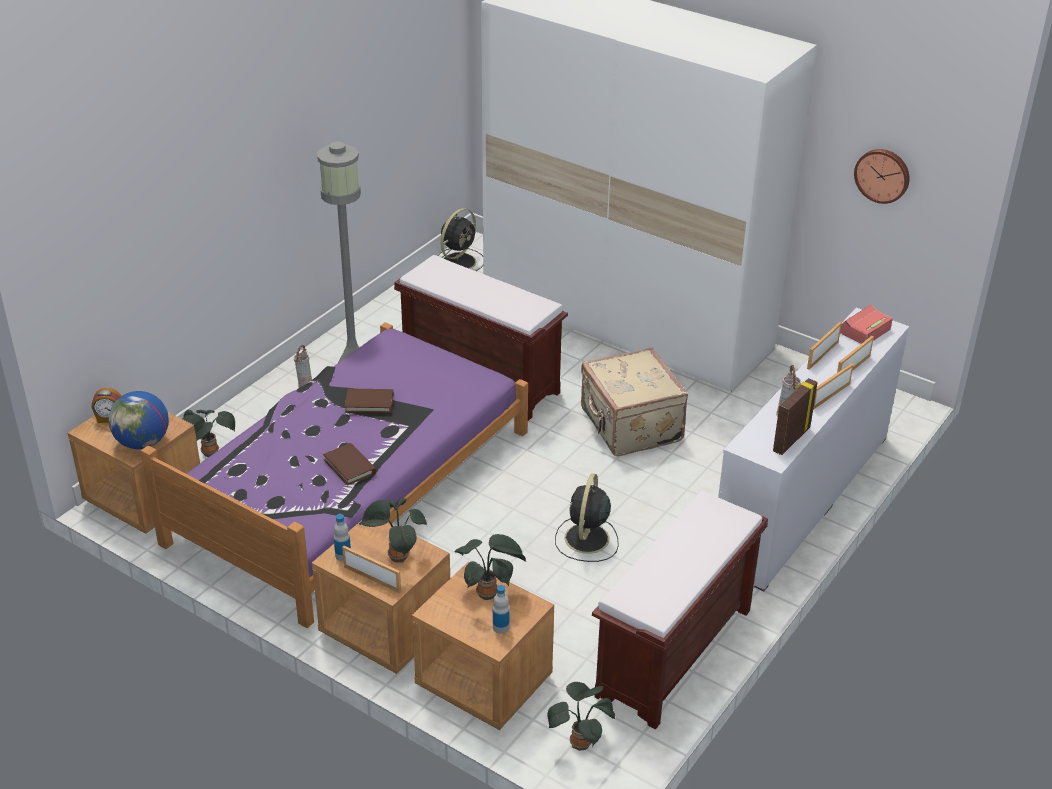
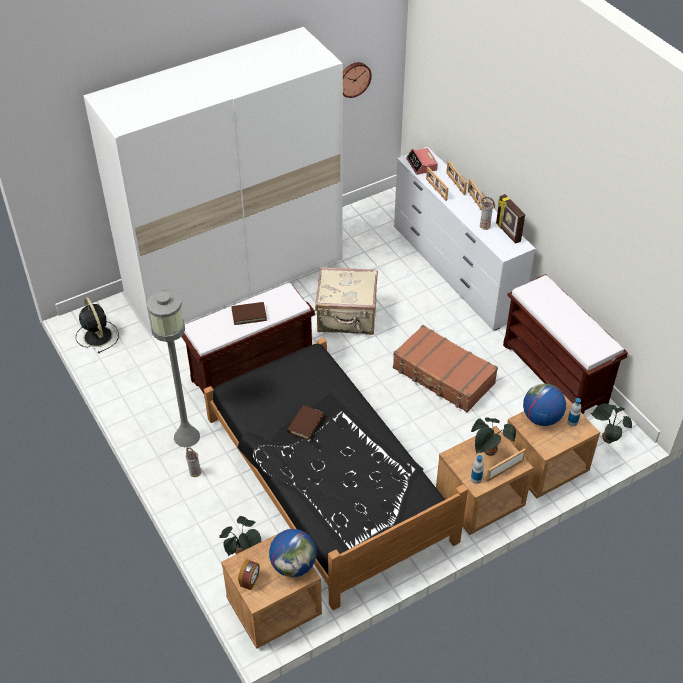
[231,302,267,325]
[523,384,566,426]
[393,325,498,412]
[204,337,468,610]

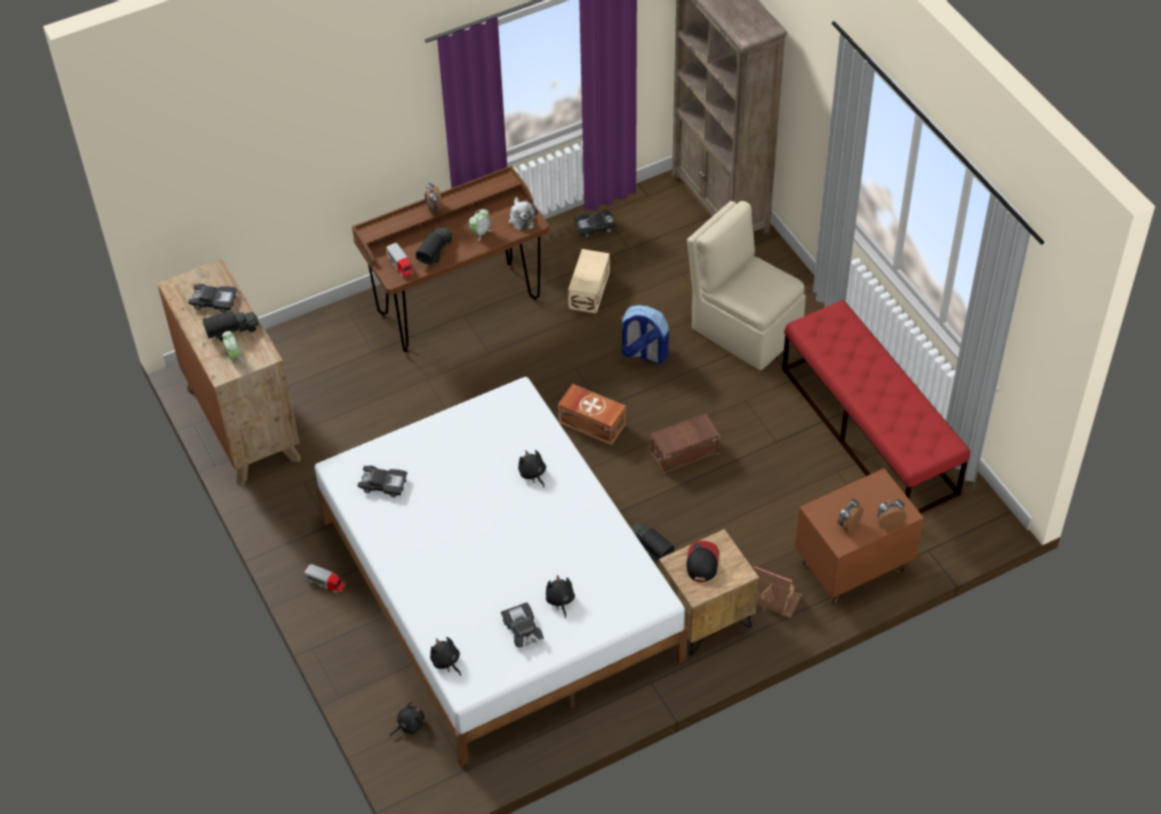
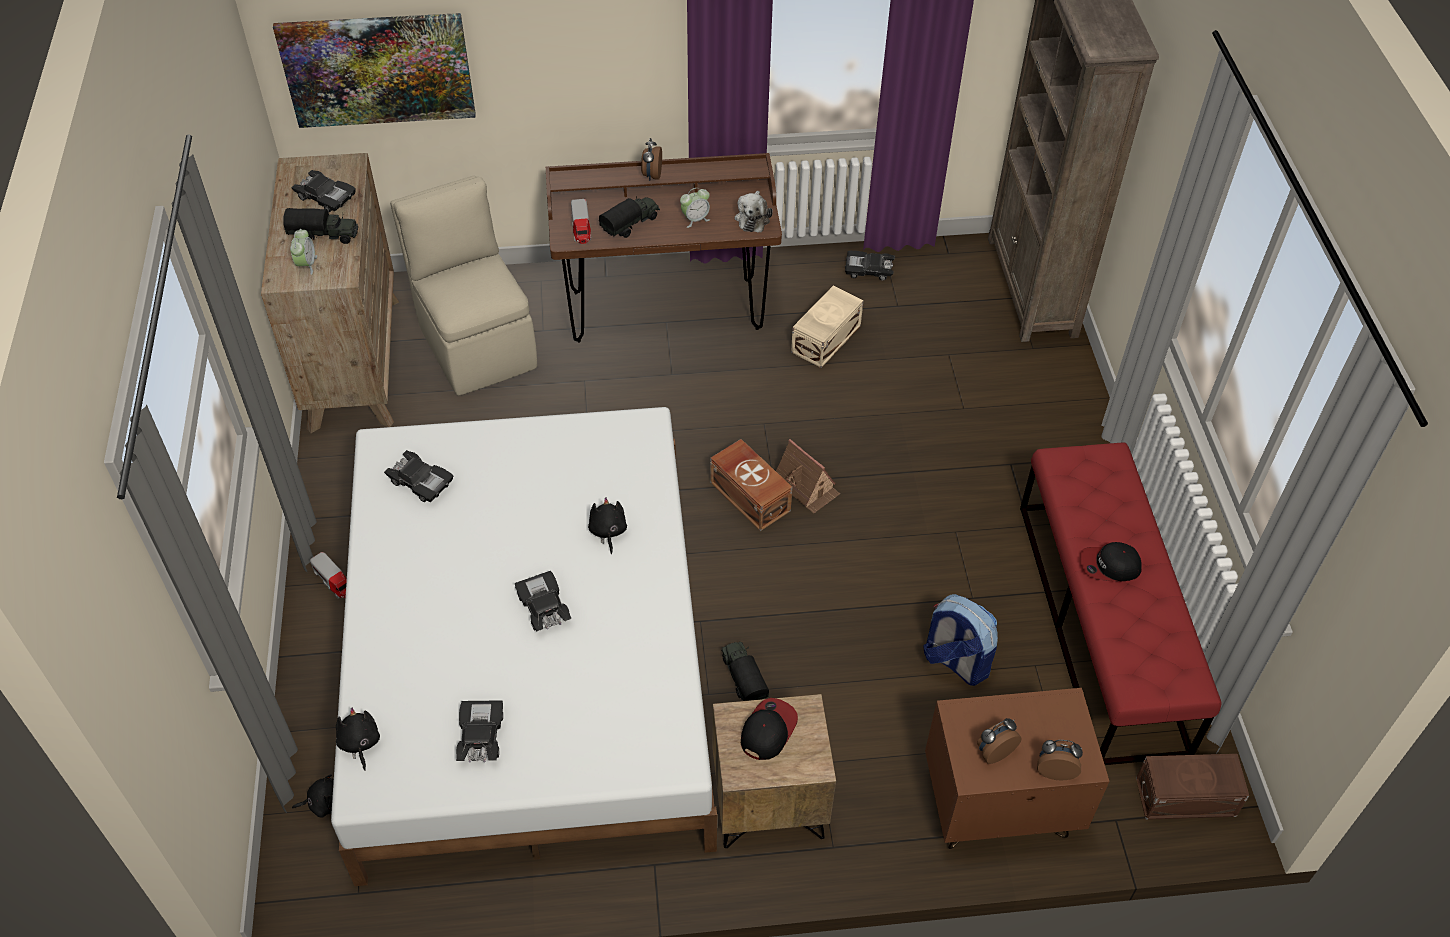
[546,575,575,618] (first image)
[273,13,476,128]
[515,571,571,631]
[1080,542,1142,582]
[923,594,998,686]
[1136,754,1249,820]
[390,175,537,395]
[776,439,840,513]

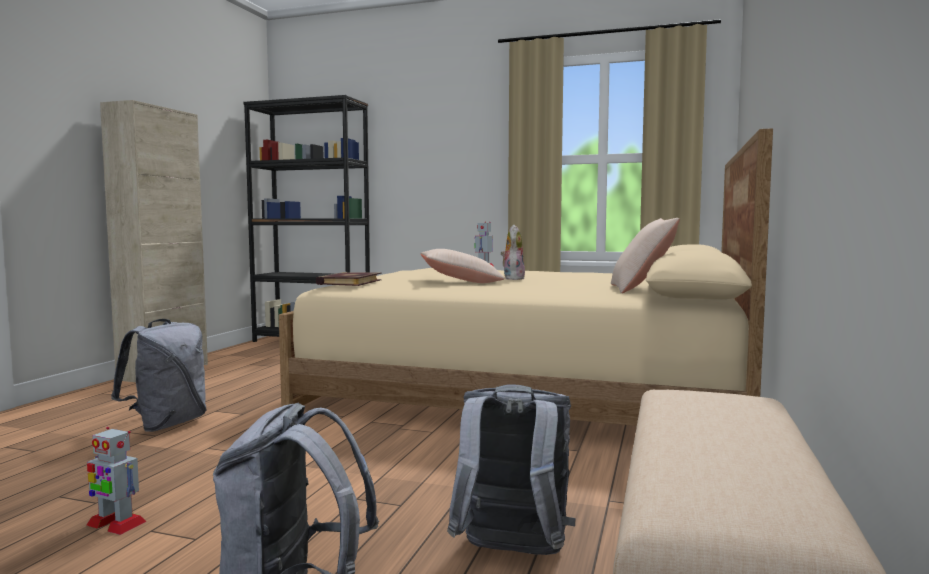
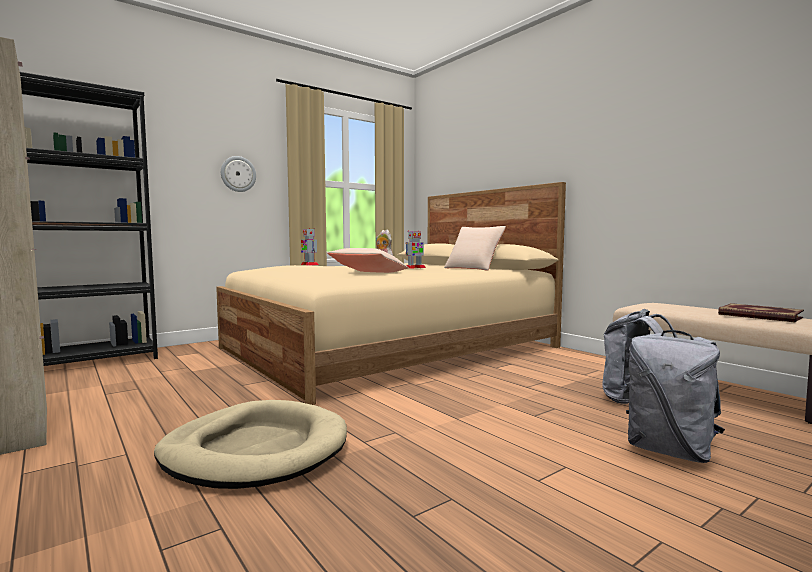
[221,156,256,192]
[405,231,426,269]
[718,303,804,322]
[154,400,347,489]

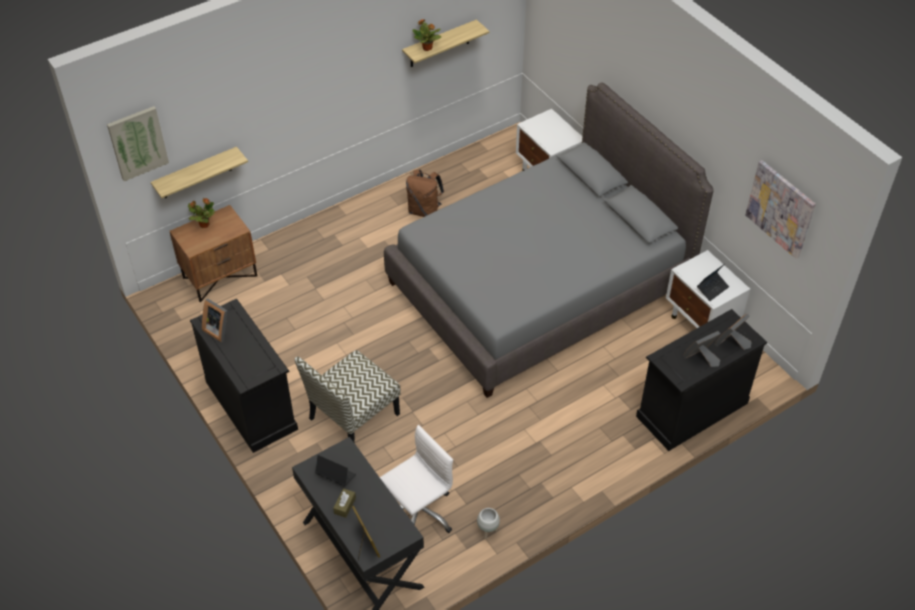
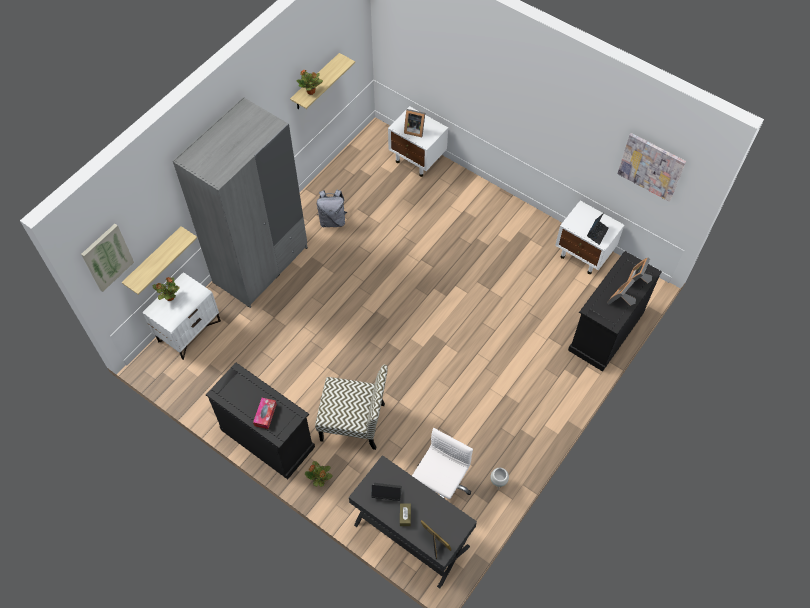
[384,82,714,398] (first image)
[173,97,307,308]
[253,398,277,429]
[305,461,333,487]
[404,109,425,137]
[142,272,221,360]
[317,190,347,227]
[315,365,388,450]

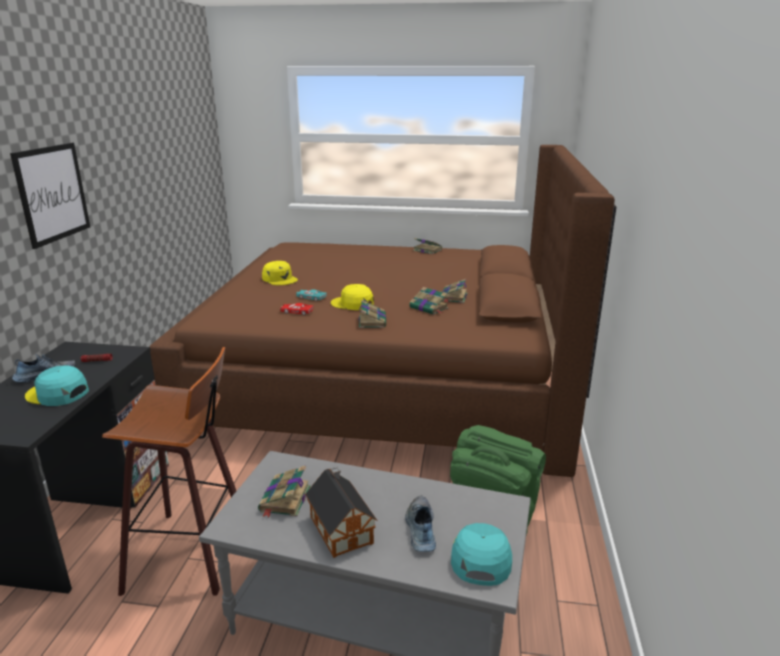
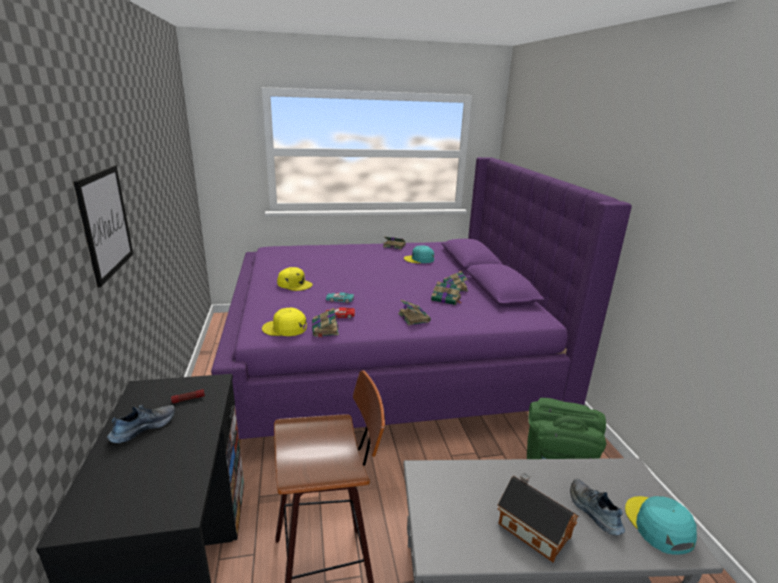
[404,245,434,263]
[312,308,339,338]
[262,308,307,336]
[211,157,632,443]

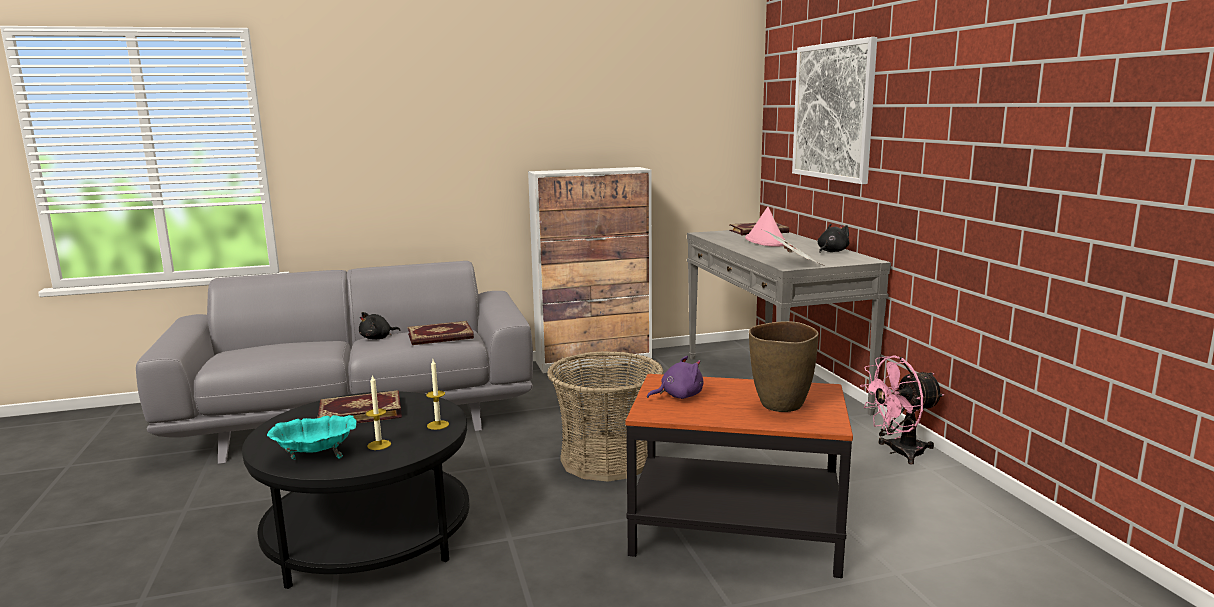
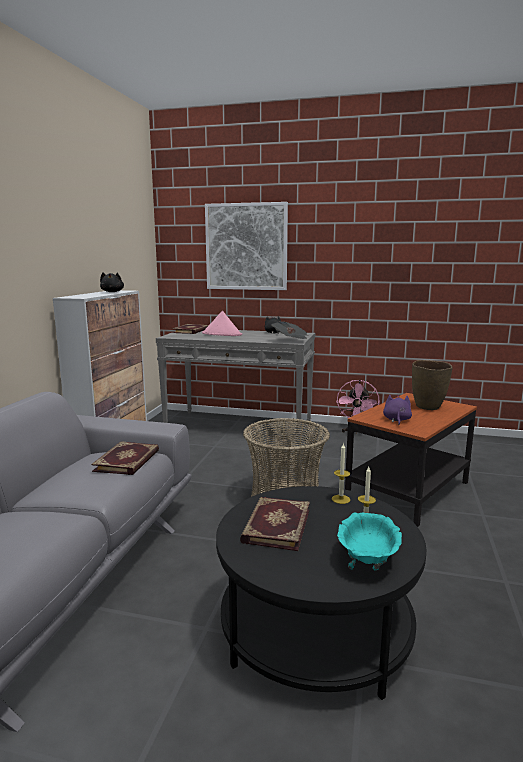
[100,272,124,292]

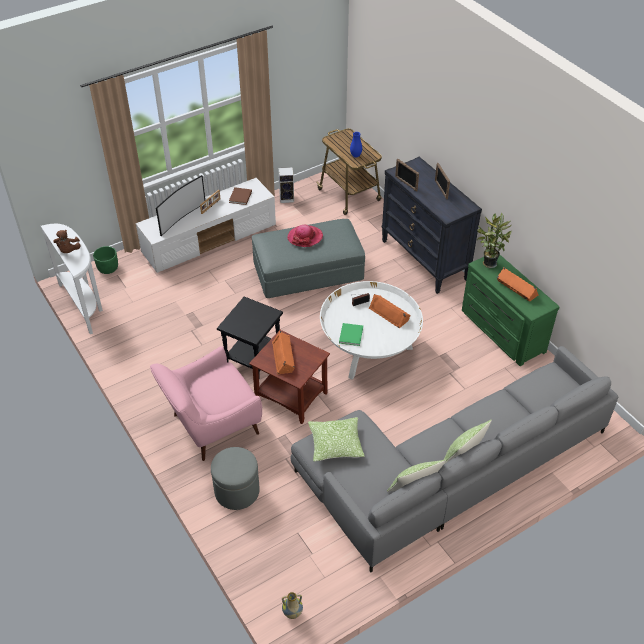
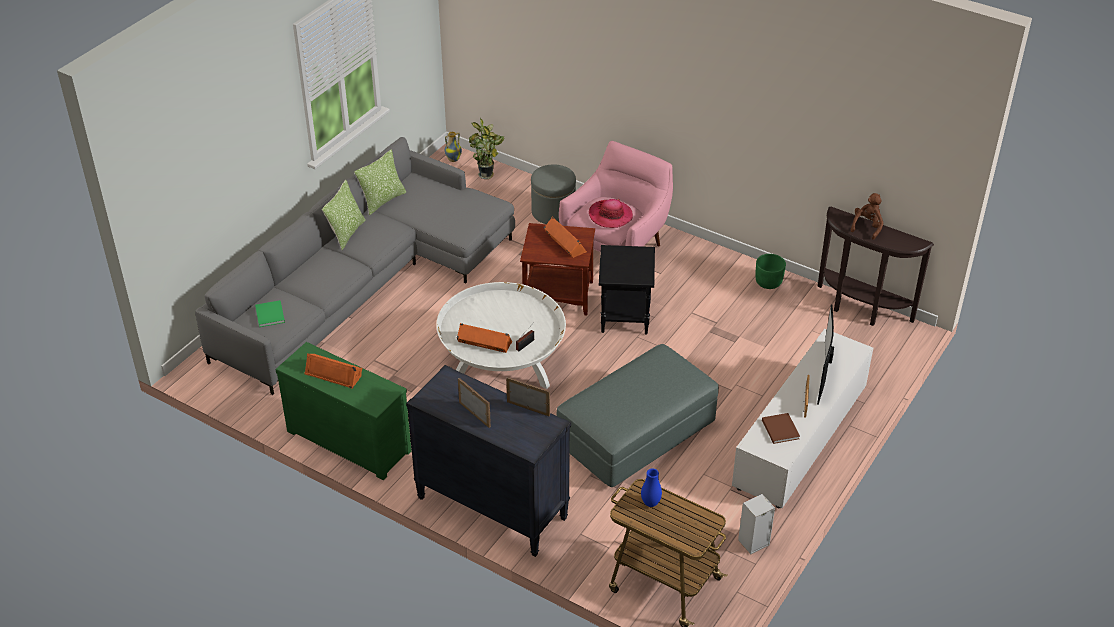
[308,417,365,462] (first image)
[755,254,786,289]
[589,199,633,228]
[255,300,285,327]
[469,118,504,179]
[817,206,934,326]
[851,193,883,240]

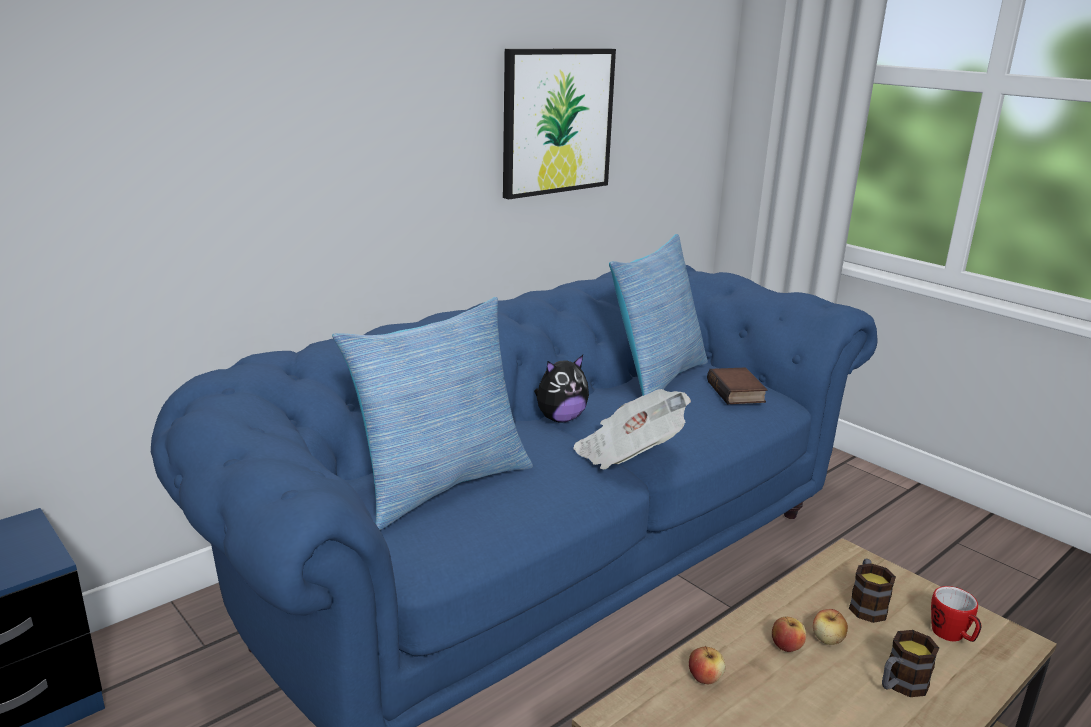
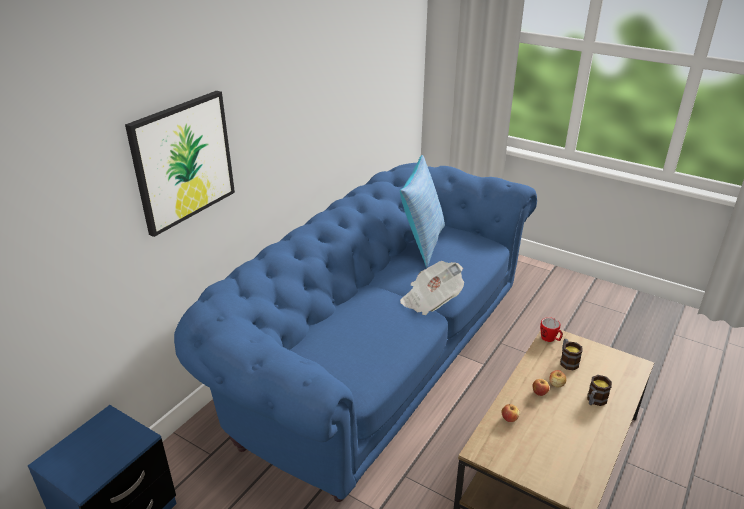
[332,297,533,530] (first image)
[534,355,589,423] (first image)
[707,367,768,404] (first image)
[125,91,235,237]
[540,317,563,342]

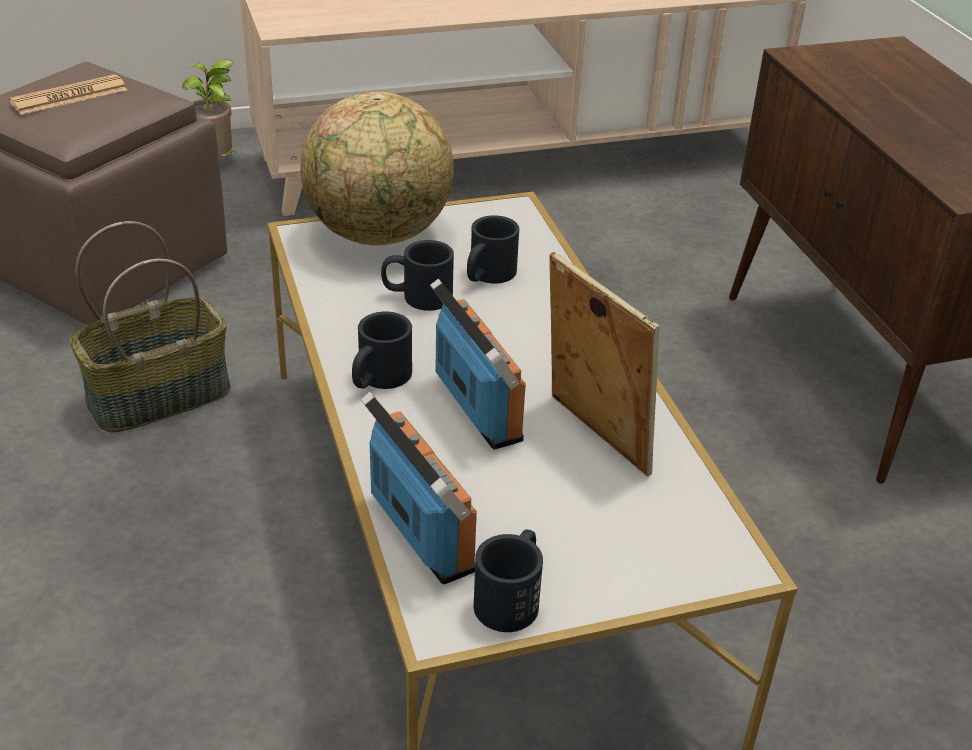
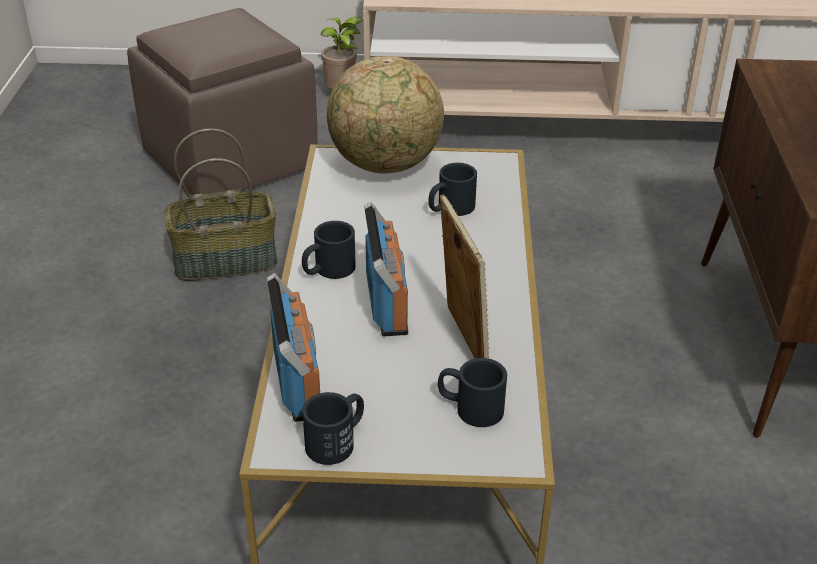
[9,74,127,115] (first image)
[438,358,507,427]

